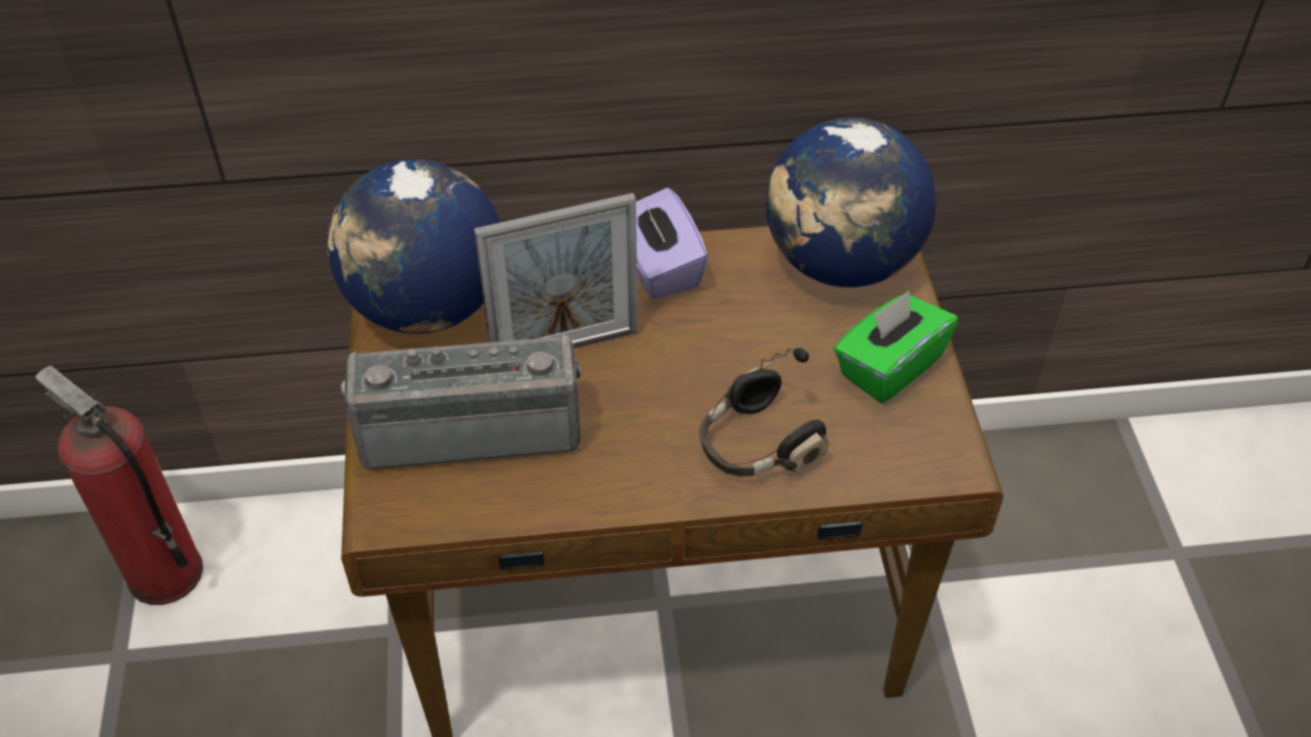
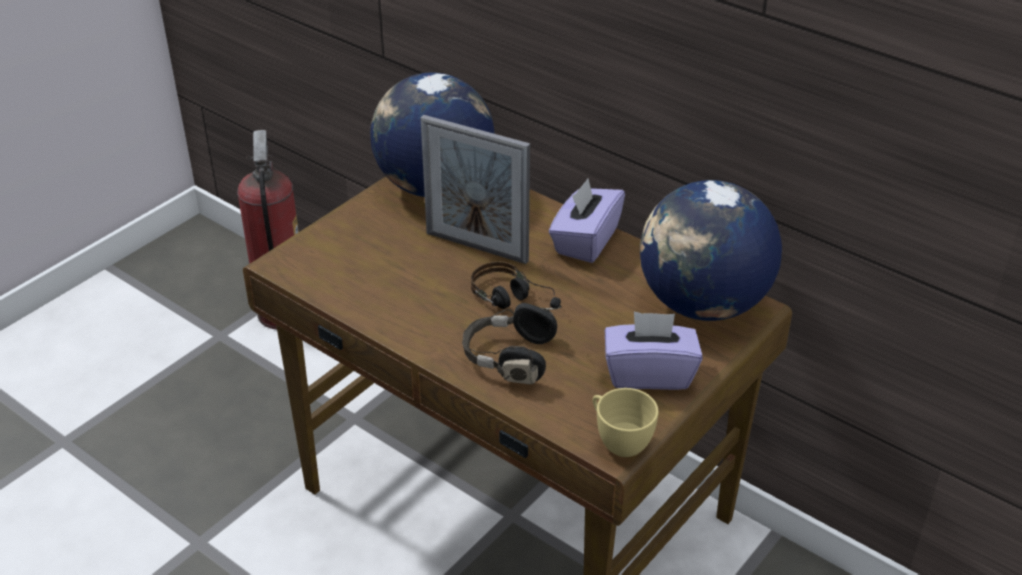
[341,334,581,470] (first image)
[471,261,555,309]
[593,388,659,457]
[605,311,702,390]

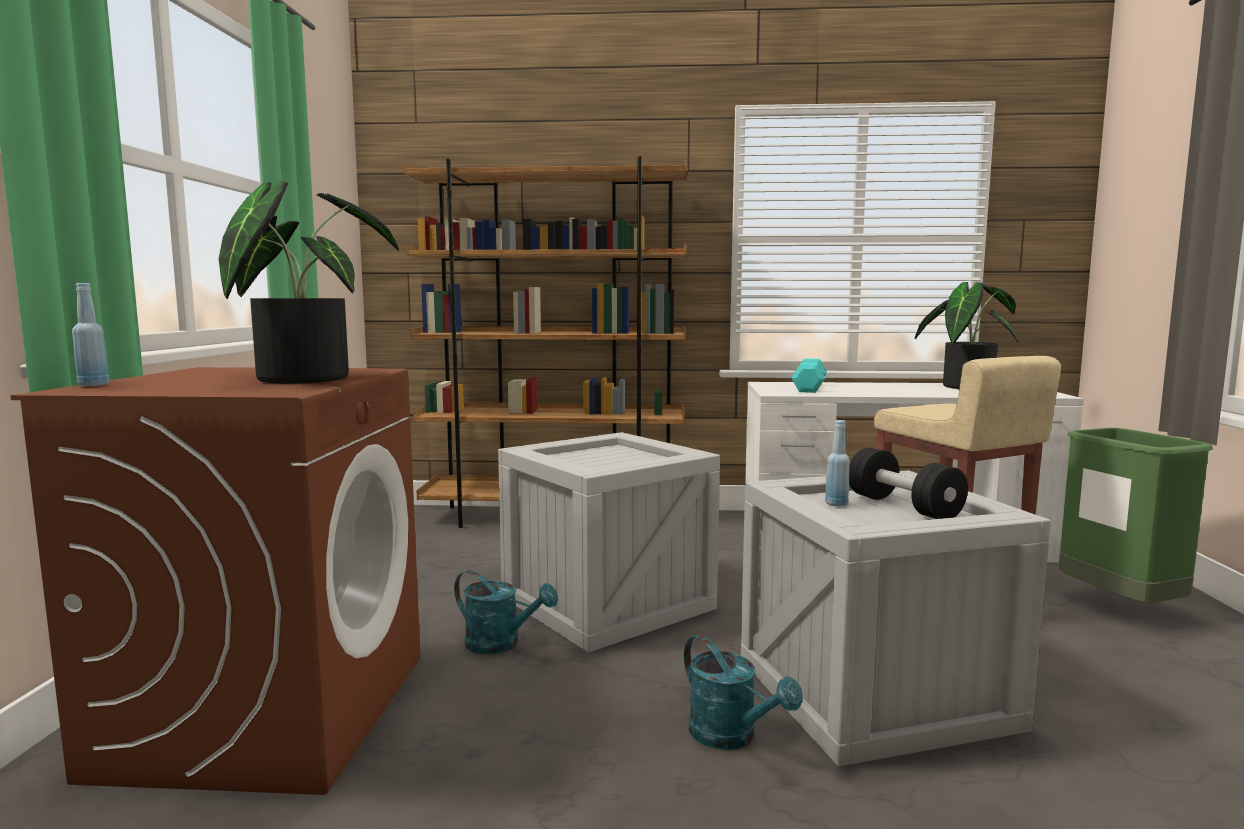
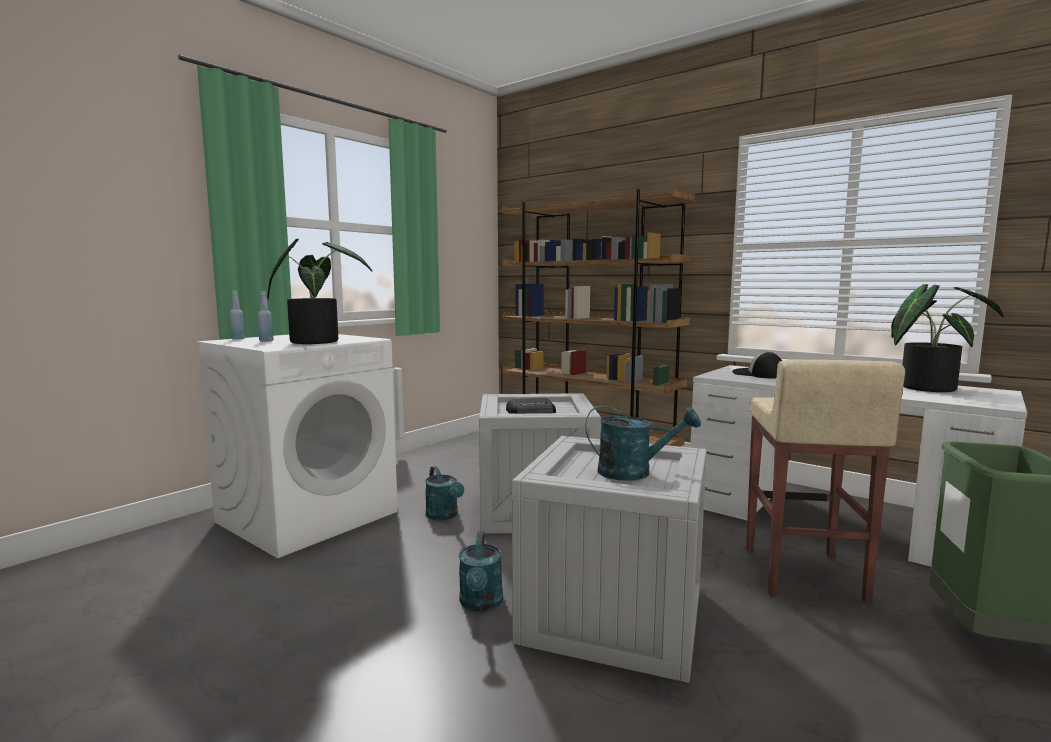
[506,397,556,414]
[258,291,273,342]
[732,352,782,379]
[585,405,701,481]
[197,334,398,558]

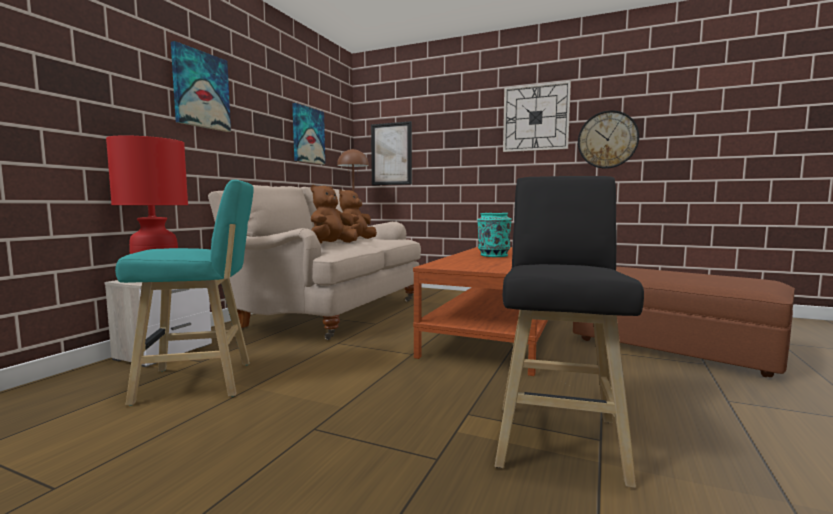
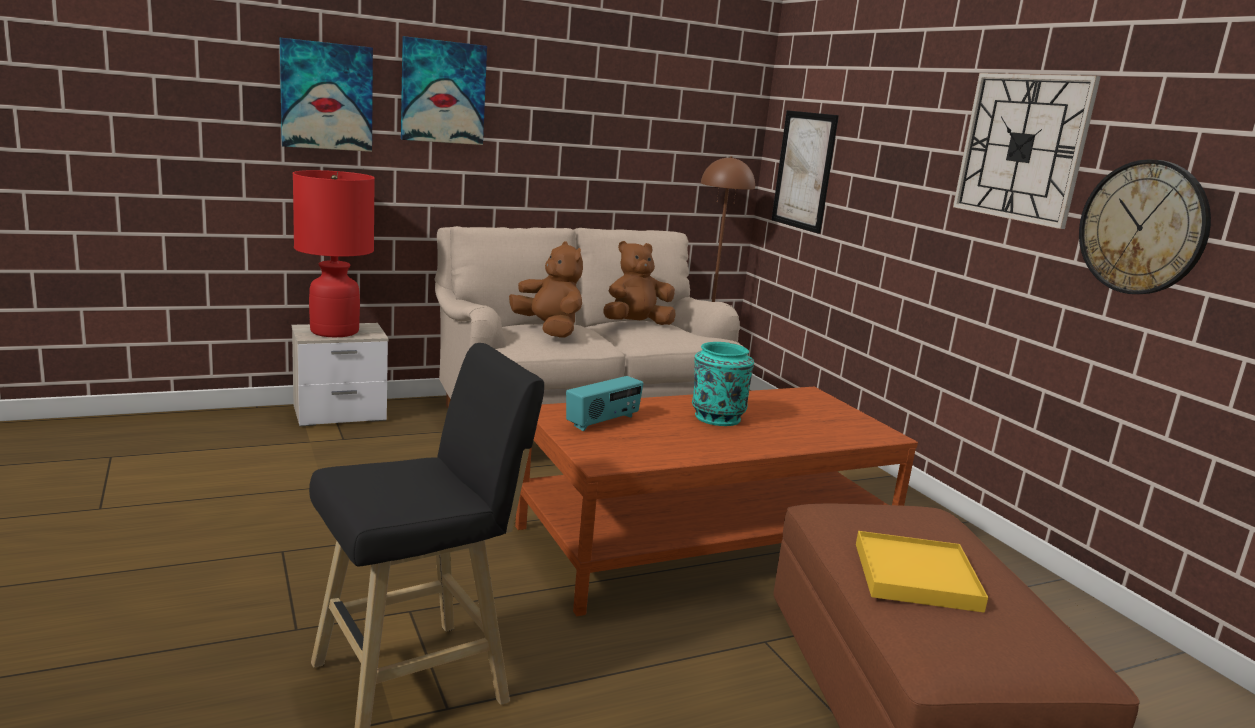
[115,180,254,406] (first image)
[566,376,643,431]
[856,531,988,613]
[280,38,373,152]
[509,242,583,338]

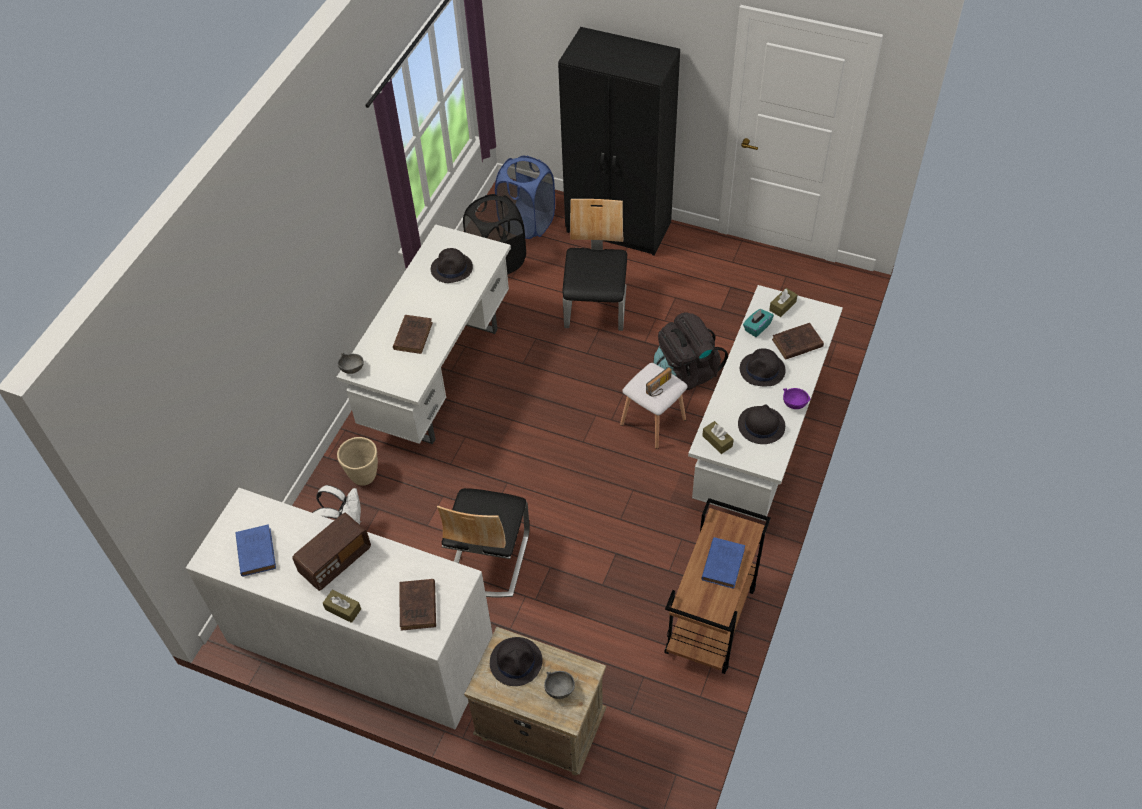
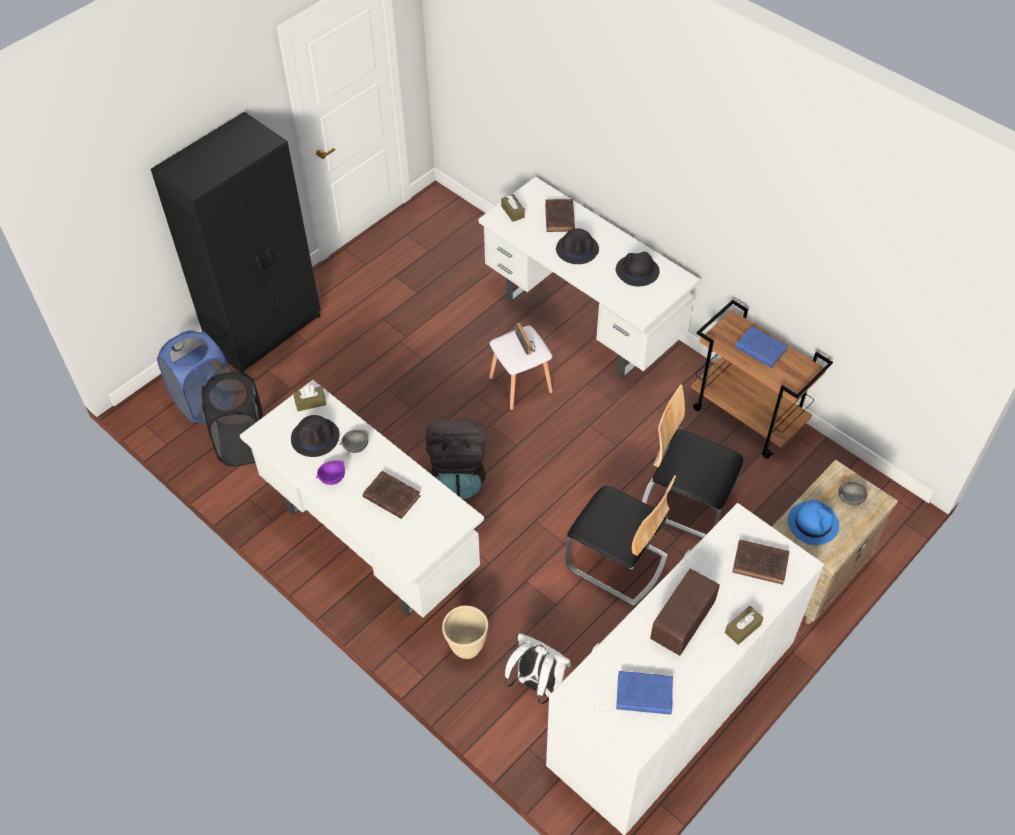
[743,309,774,337] (first image)
[339,430,368,453]
[642,384,743,539]
[426,419,486,499]
[293,385,326,411]
[316,460,345,485]
[788,500,839,545]
[650,568,720,656]

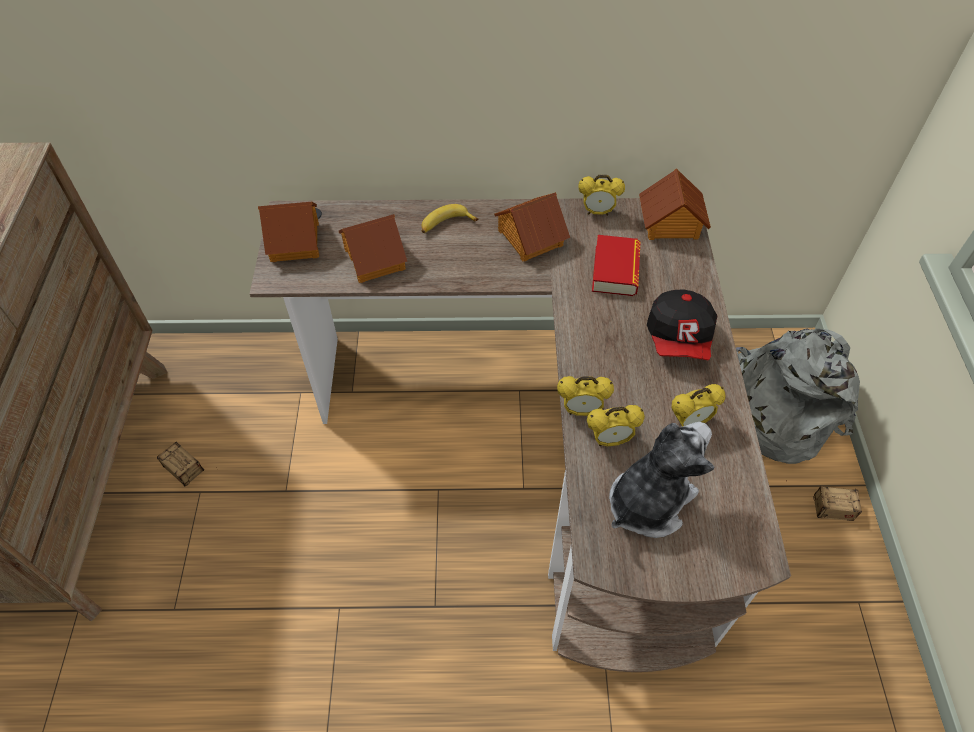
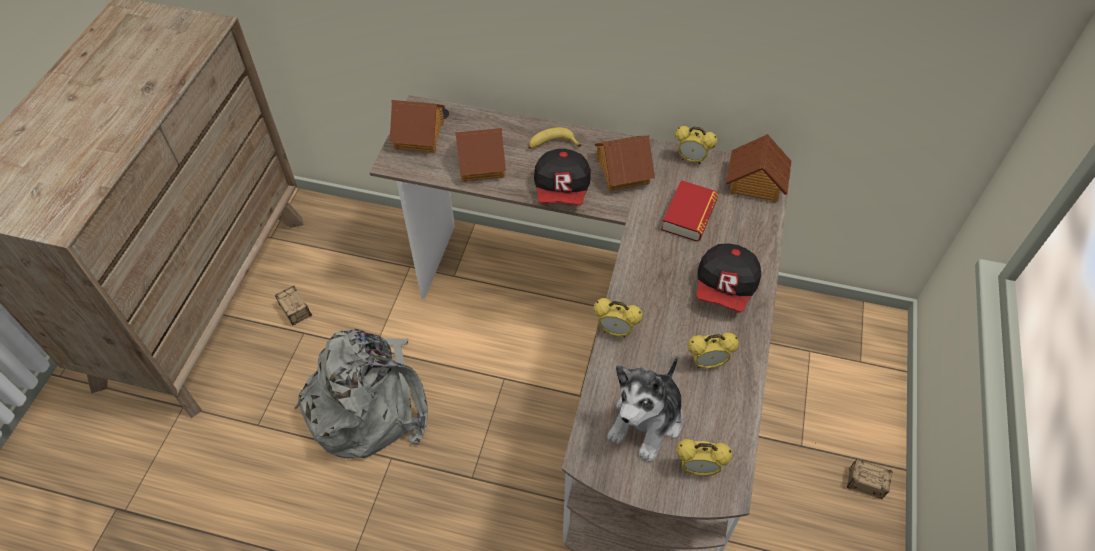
[534,149,591,206]
[676,439,732,476]
[294,329,428,459]
[607,356,683,462]

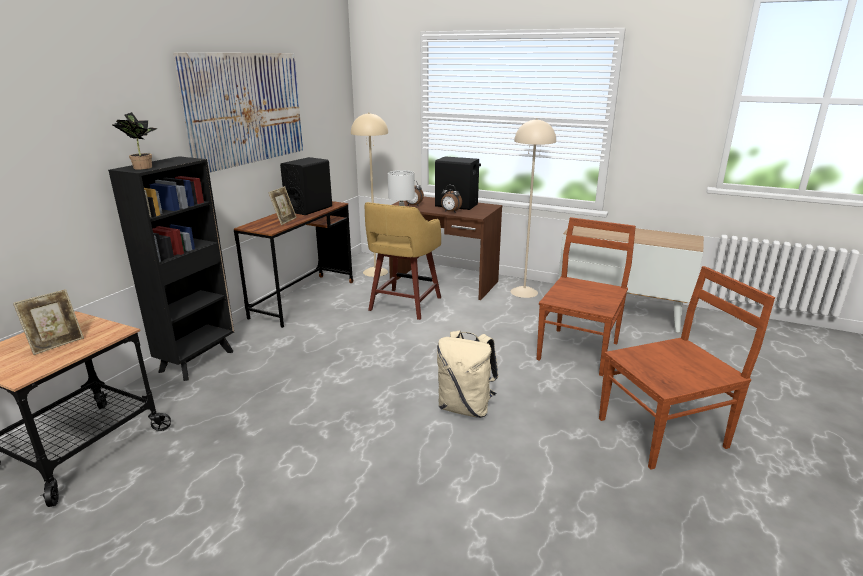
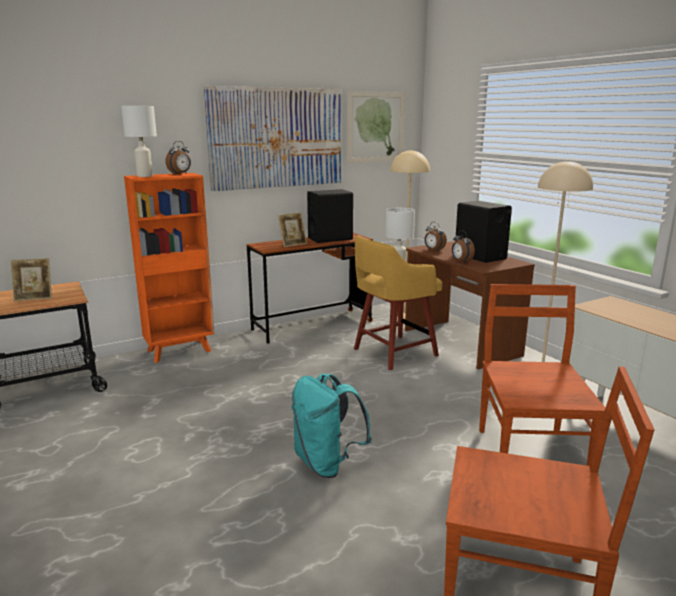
[166,141,191,175]
[347,91,405,163]
[121,106,157,177]
[124,173,215,363]
[292,373,372,478]
[479,284,606,466]

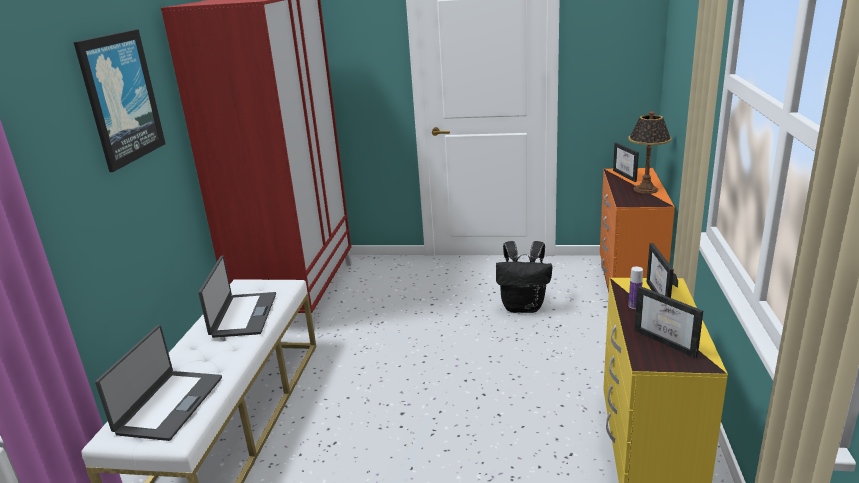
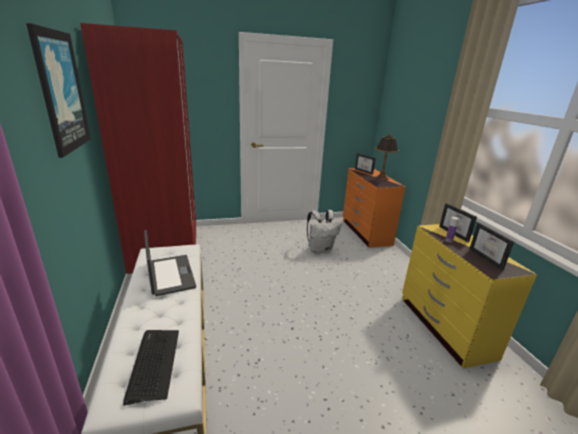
[123,330,179,406]
[307,210,342,253]
[470,223,514,270]

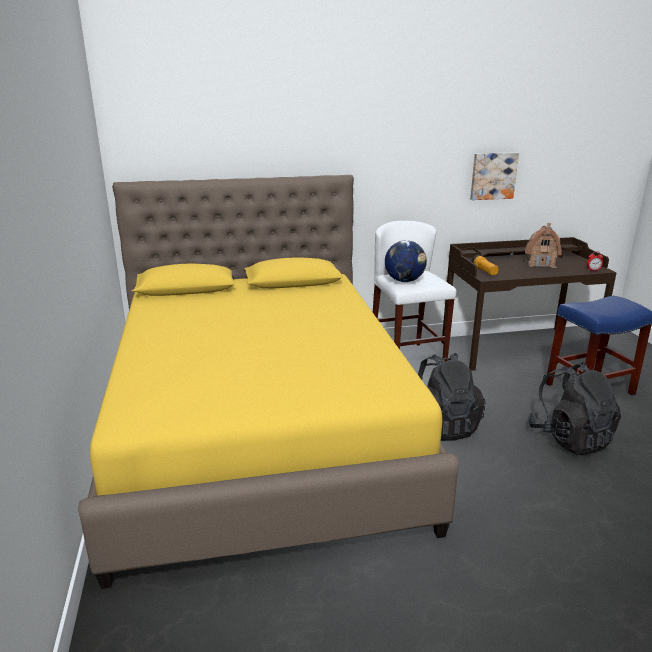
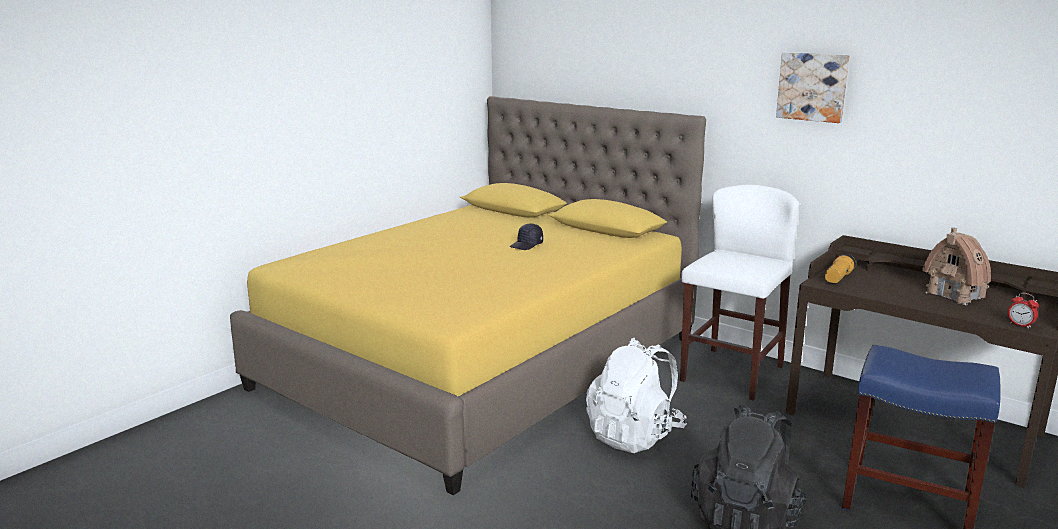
[385,240,427,282] (first image)
[510,223,543,250]
[776,52,850,123]
[586,338,688,453]

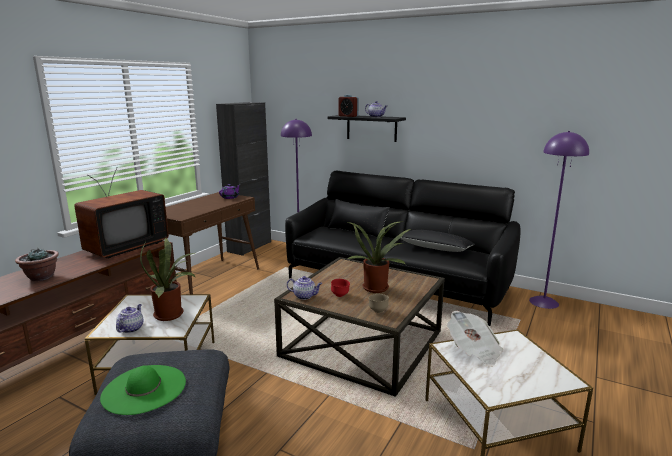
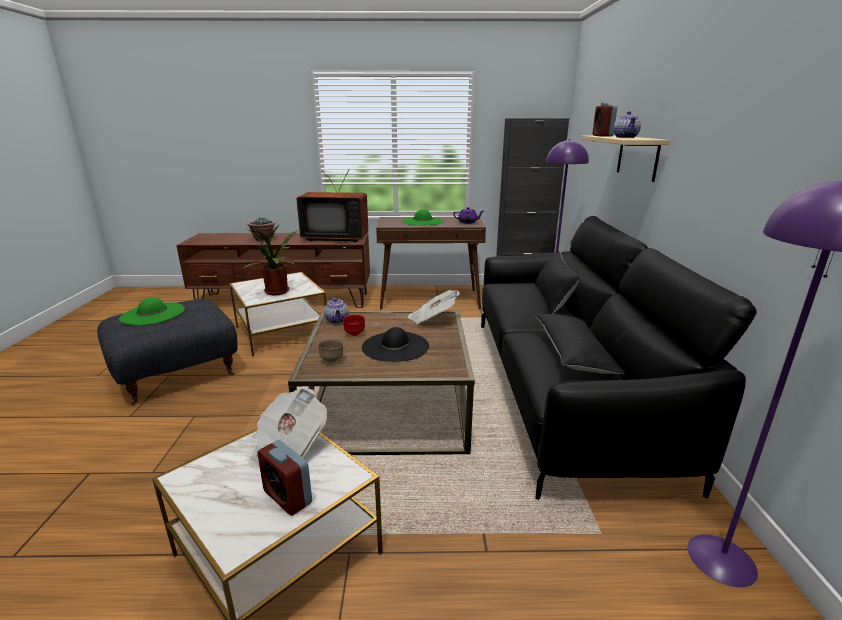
[116,304,143,333] (first image)
[257,440,312,516]
[402,209,444,225]
[408,290,460,324]
[362,327,429,362]
[581,135,670,182]

